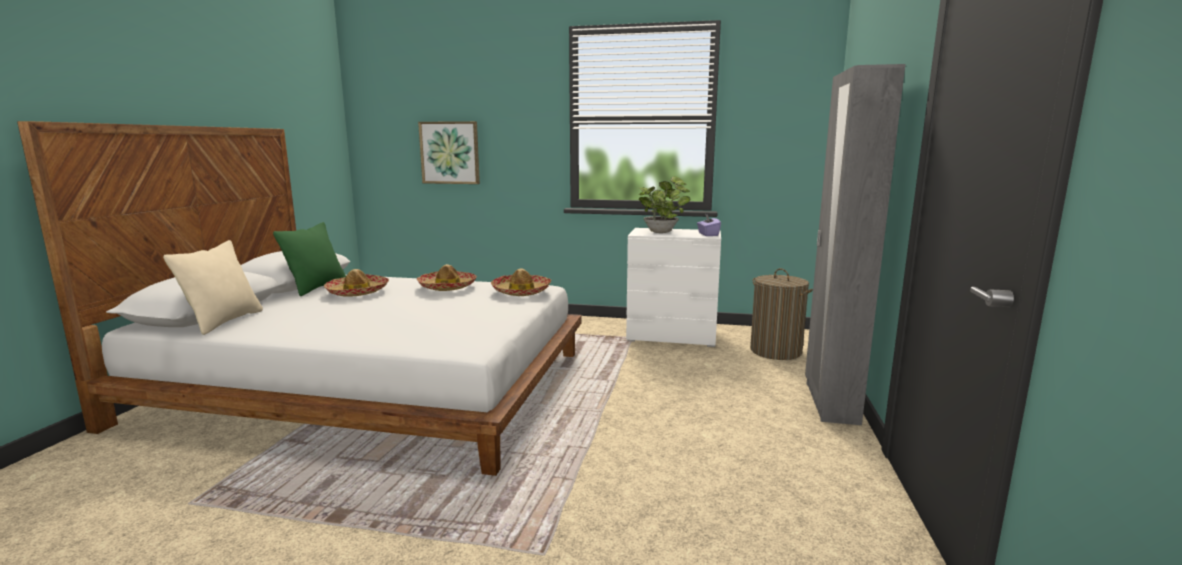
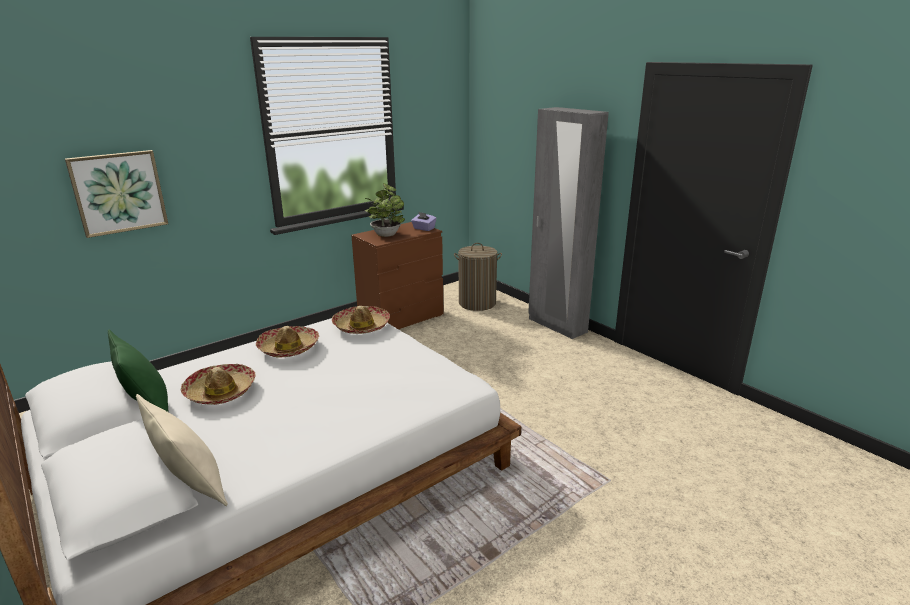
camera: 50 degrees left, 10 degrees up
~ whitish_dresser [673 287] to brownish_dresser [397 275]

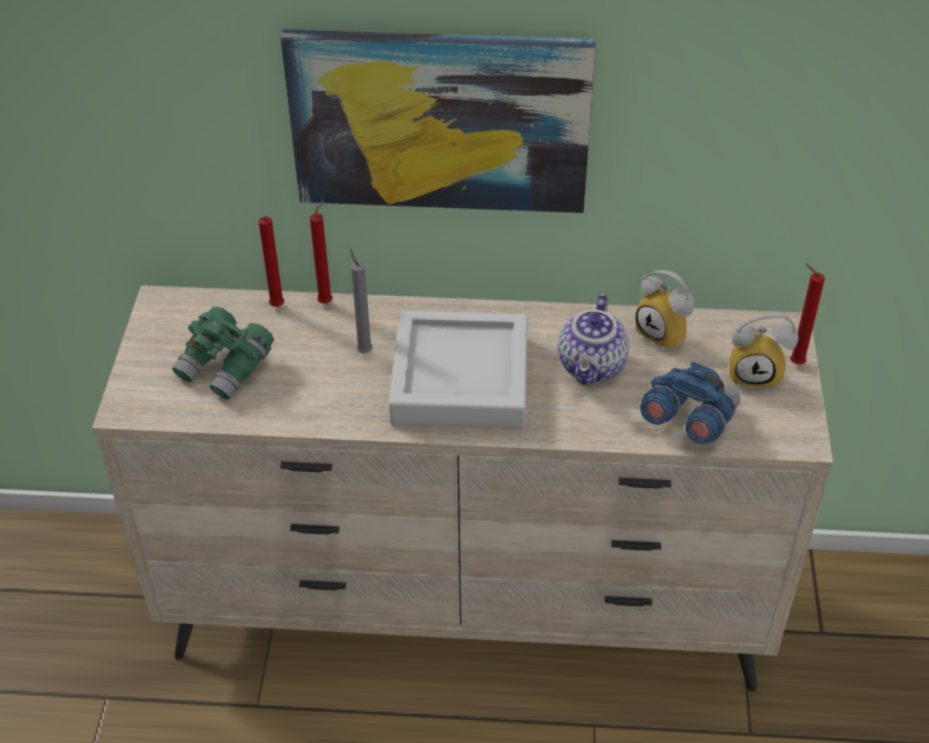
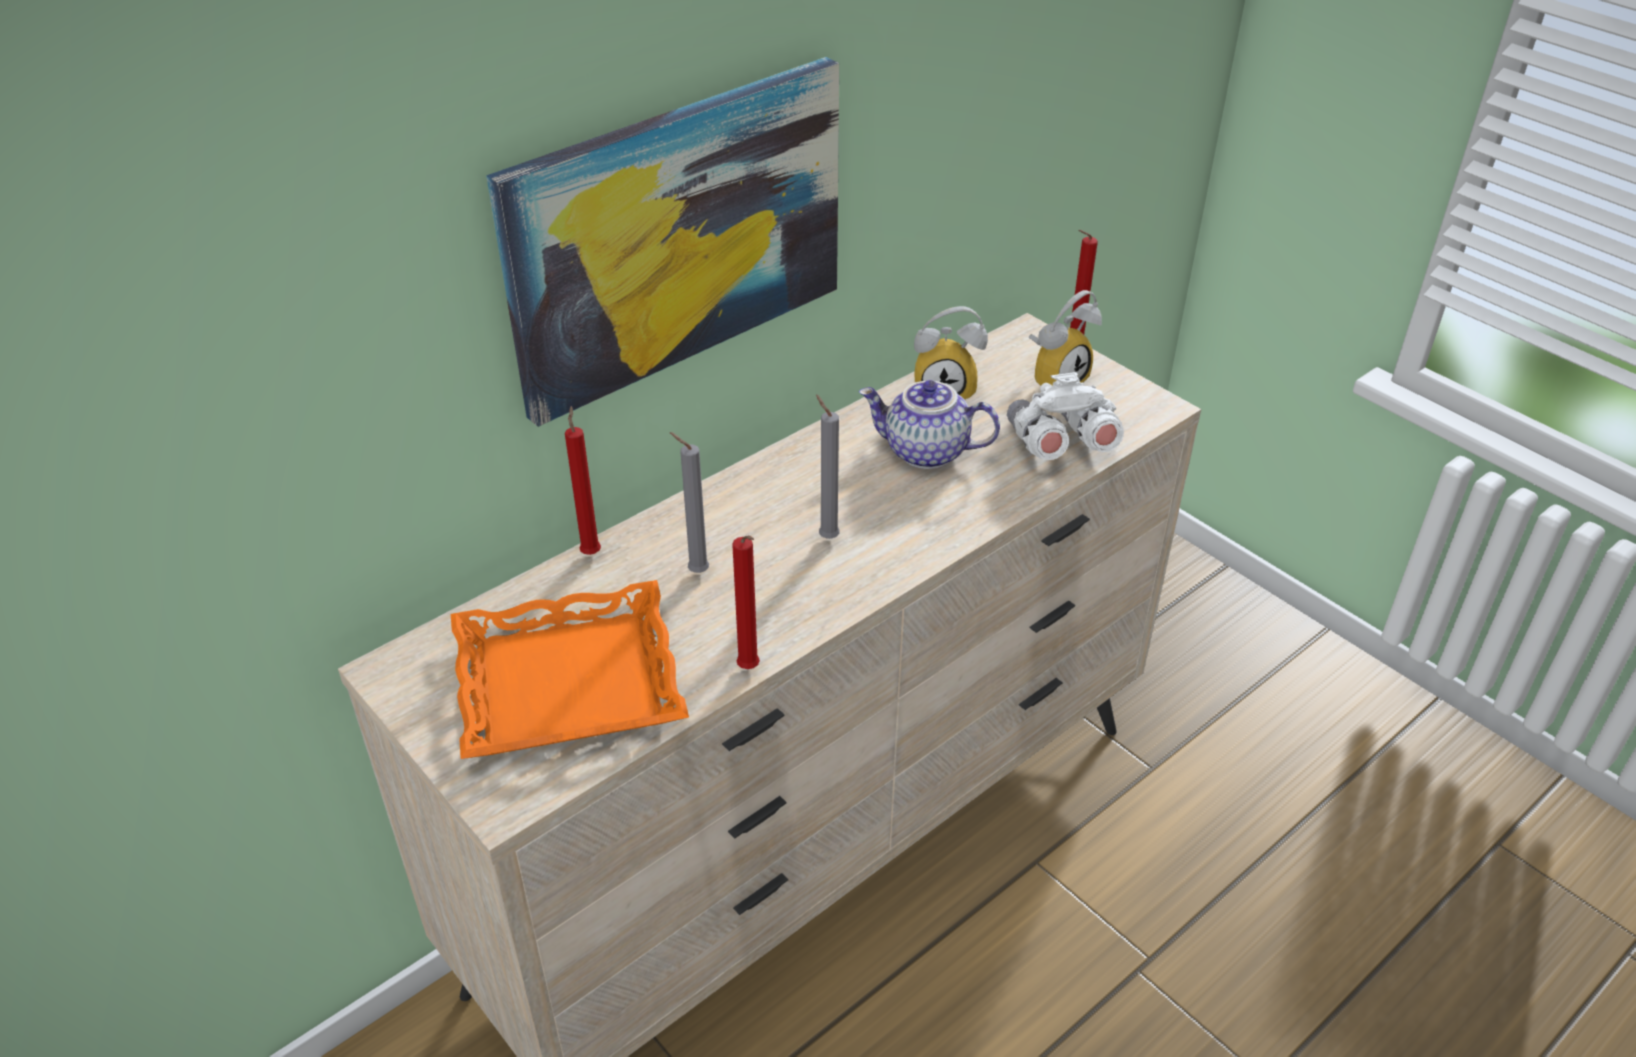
camera: 45 degrees left, 5 degrees down
~ red-coloured_candle [271 261] to [746 602]
~ greenish_pair_of_binoculars [223 353] to orangey_carrying_tray [570 669]
~ gray_carrying_tray [458 369] to gray_candle [828 466]
~ bluish_pair_of_binoculars [690 402] to whitish_pair_of_binoculars [1065 416]
~ tea_pot [593 339] = [929 424] 135 degrees clockwise

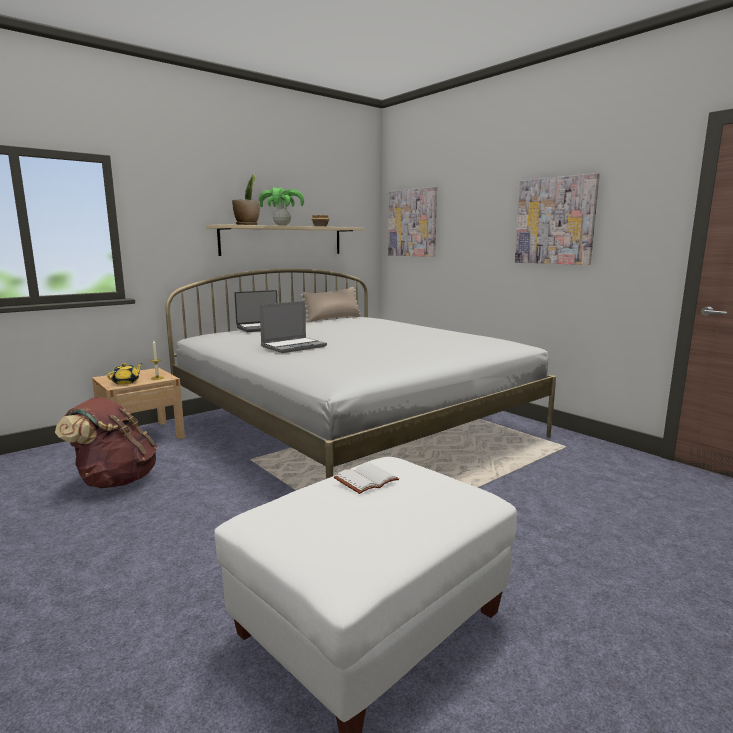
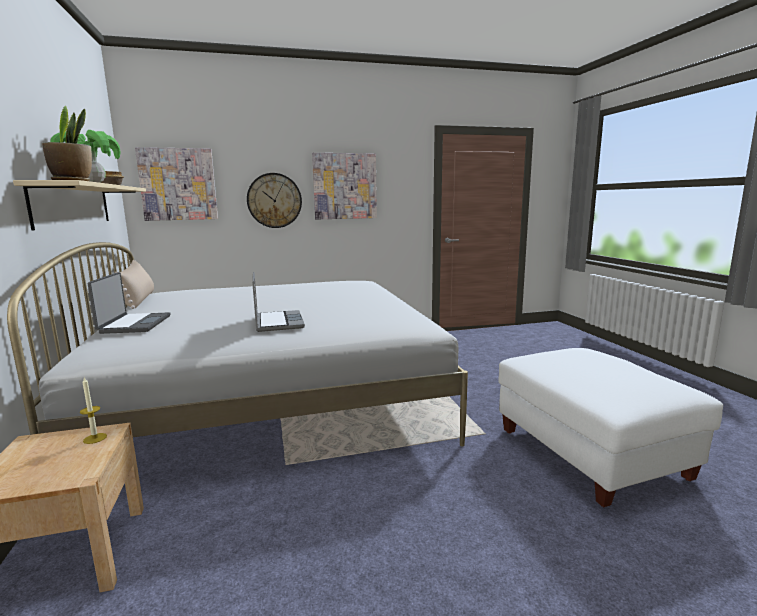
camera: 65 degrees left, 0 degrees up
- brownish_rucksack [106 442]
- yellow-coloured_tea_pot [125 374]
- whitish_volume [366 478]
+ wall_clock [274 200]

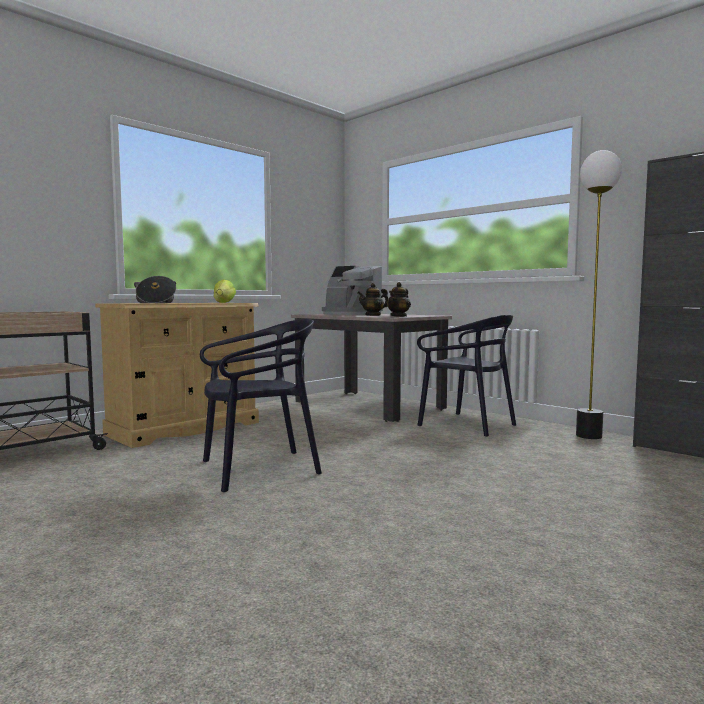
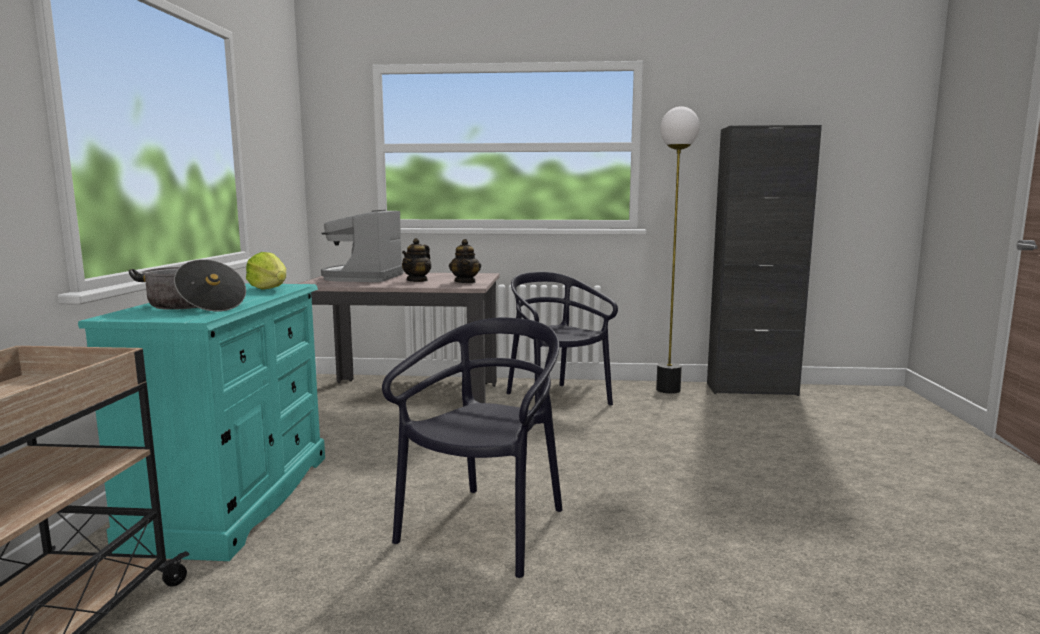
camera: 40 degrees left, 5 degrees up
~ beige-coloured_dresser [177 375] to turquoise_dresser [201 422]
~ coffee_machine [352 290] = [362 246] 105 degrees clockwise
~ black_upright_chair [466 376] = [562 340] 120 degrees counterclockwise

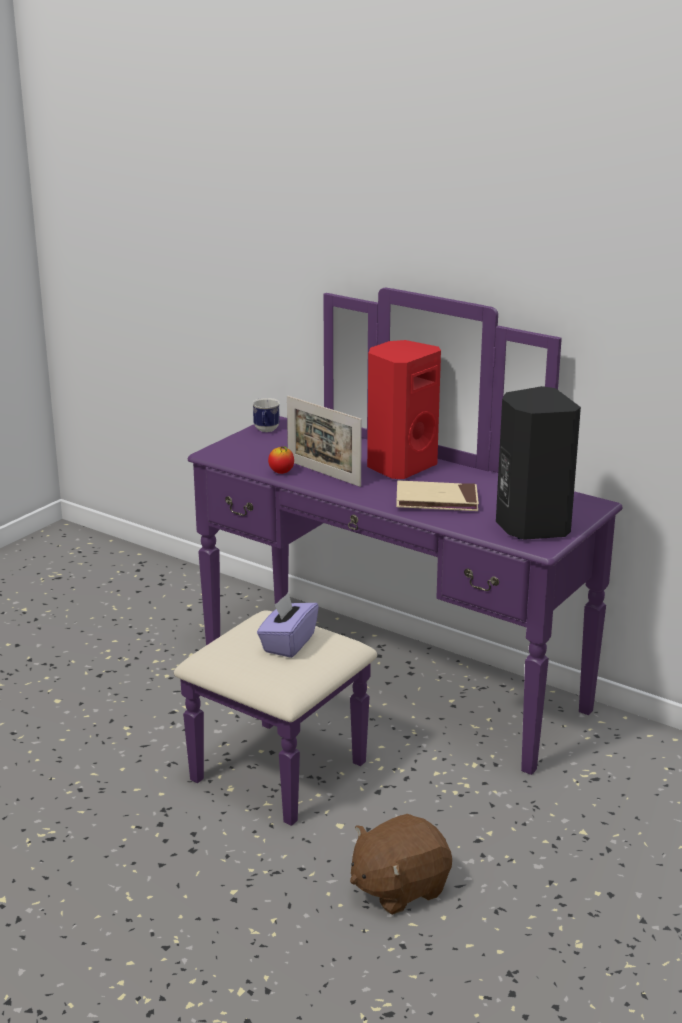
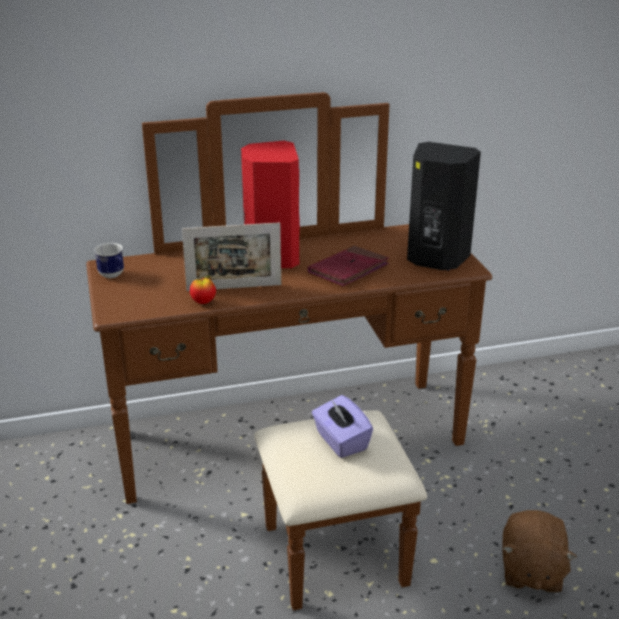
camera: 50 degrees left, 5 degrees up
~ purple-coloured_dresser [398 556] to brownish_dresser [289 351]
~ beige-coloured_volume [437 495] to red-coloured_volume [348 266]

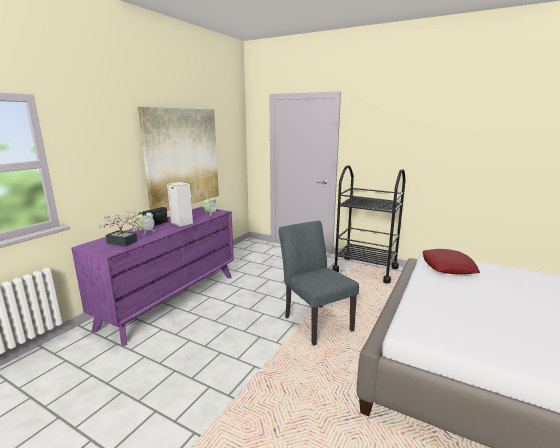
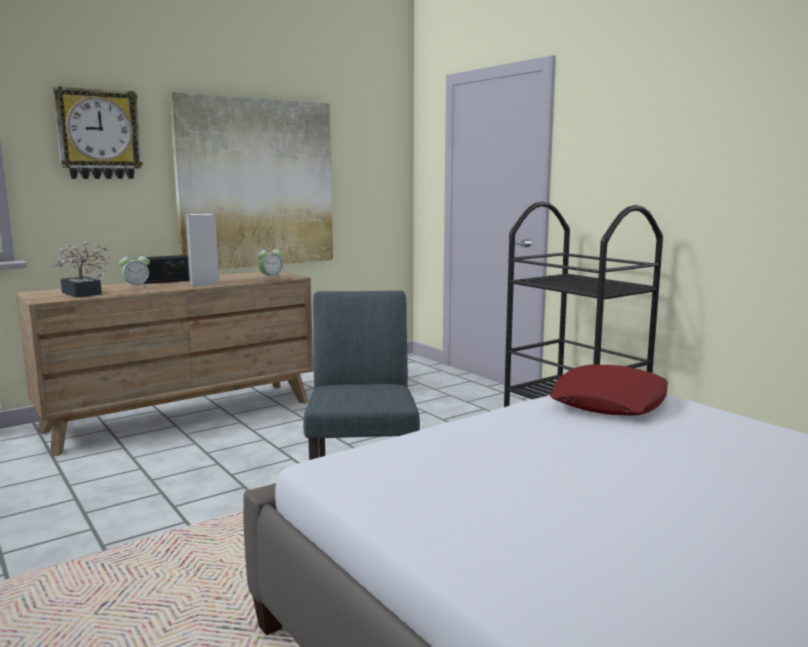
camera: 25 degrees right, 5 degrees down
+ wall_clock [98 132]
~ purple-coloured_dresser [152 276] to brownish_dresser [164 363]

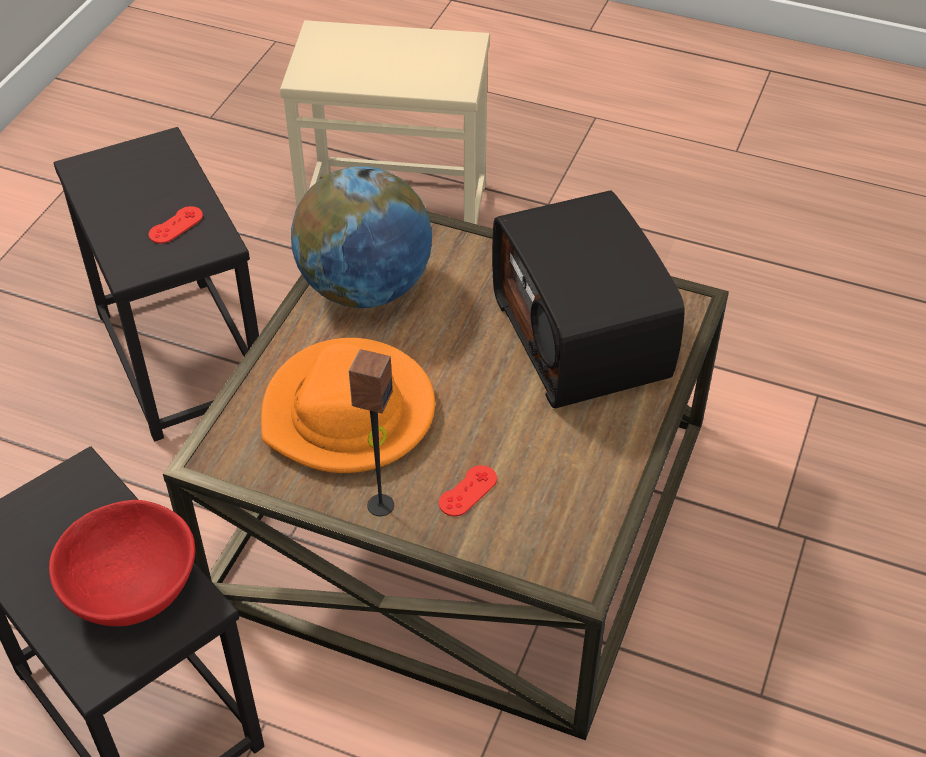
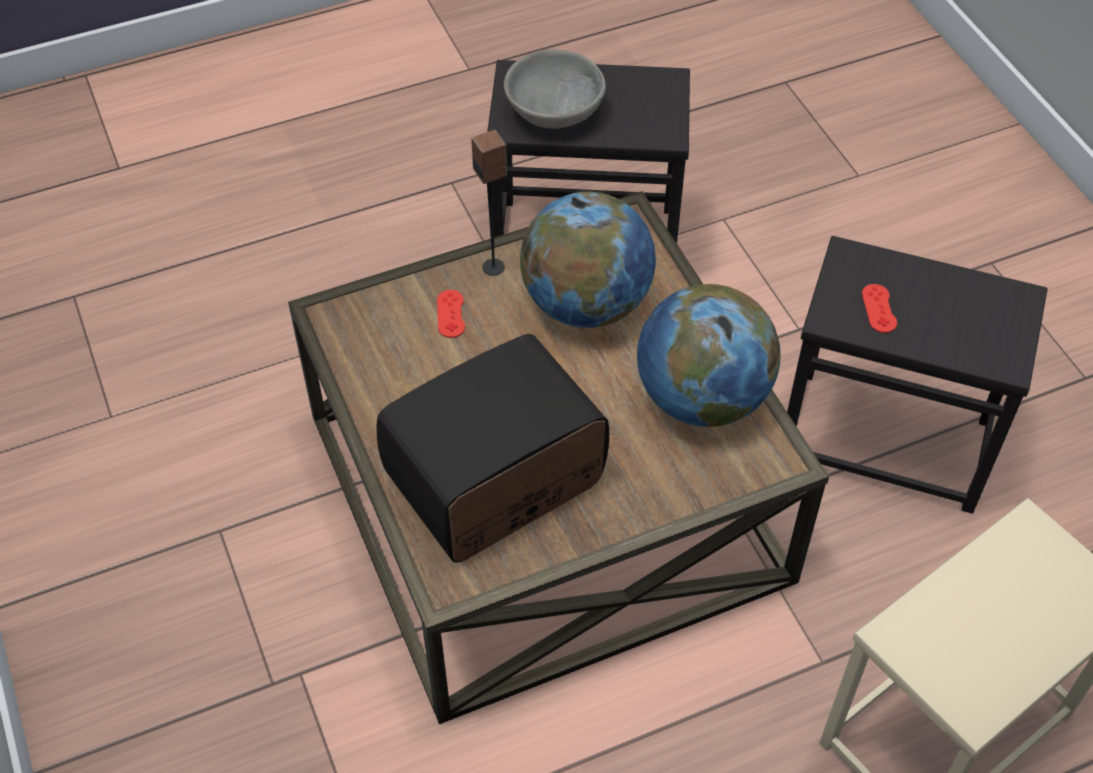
camera: 135 degrees right, 5 degrees up
~ orangey_hat [348 405] to world_globe [588 260]
~ red-coloured_deep_dish [122 563] to gray_deep_dish [555 89]
~ radio [588 299] = [492 448] 60 degrees counterclockwise

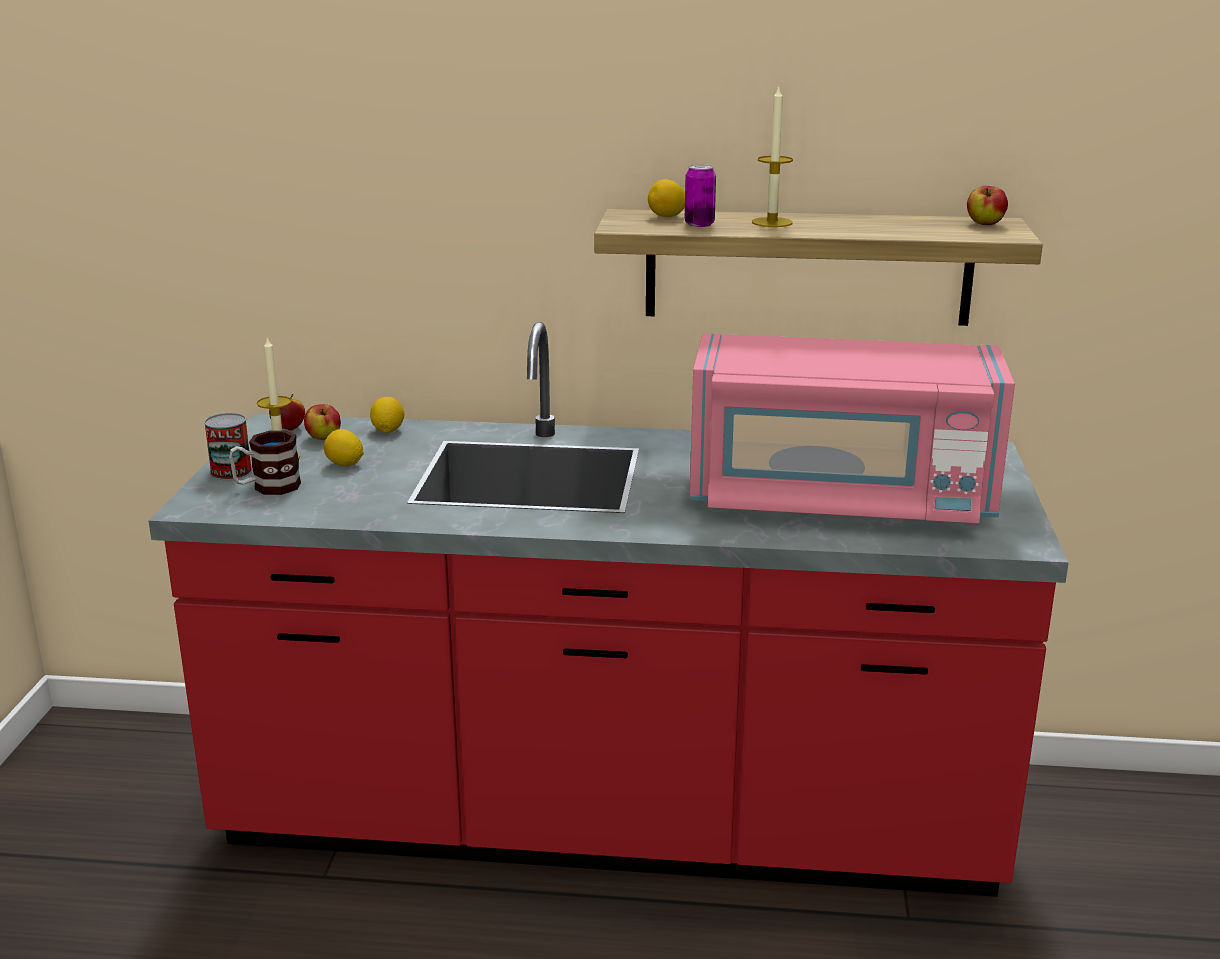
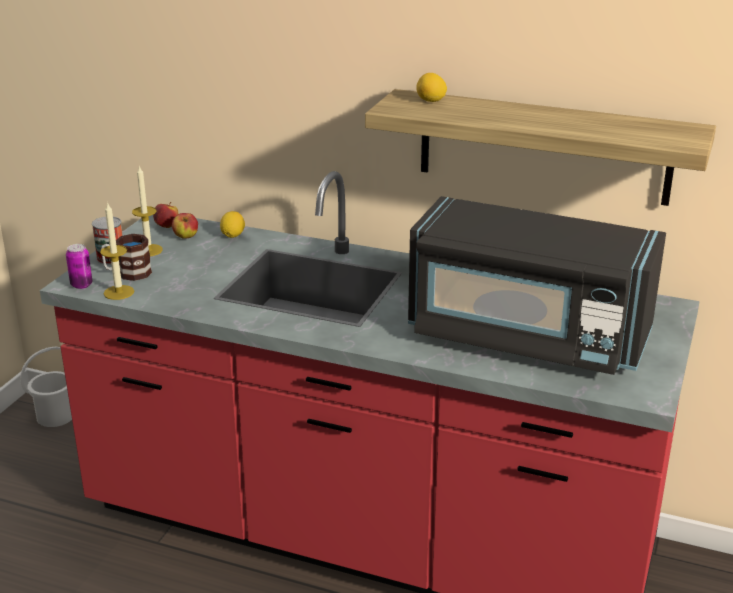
camera: 15 degrees right, 5 degrees up
- lemon [344 447]
- apple_fruit [987 205]
+ whitish_bucket [46 387]
~ sealed_can [700 195] to [79 266]
~ candle [772 156] to [117 251]
~ pinkish_microwave_oven [852 428] to black_microwave_oven [537 285]

